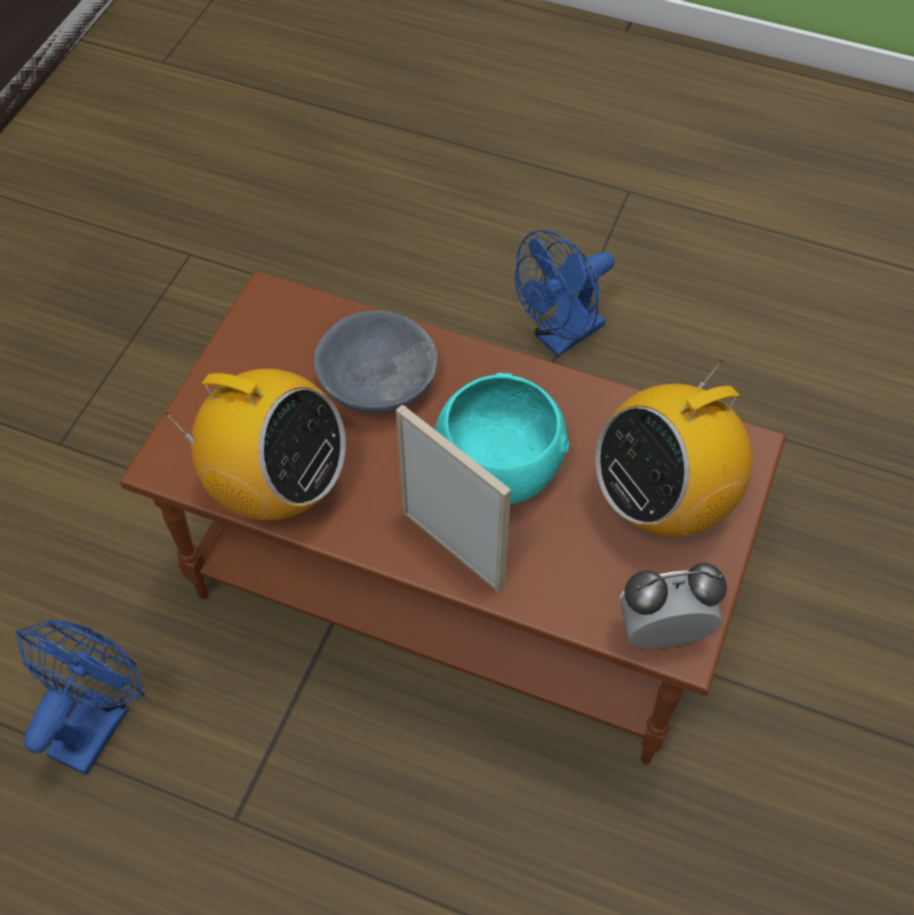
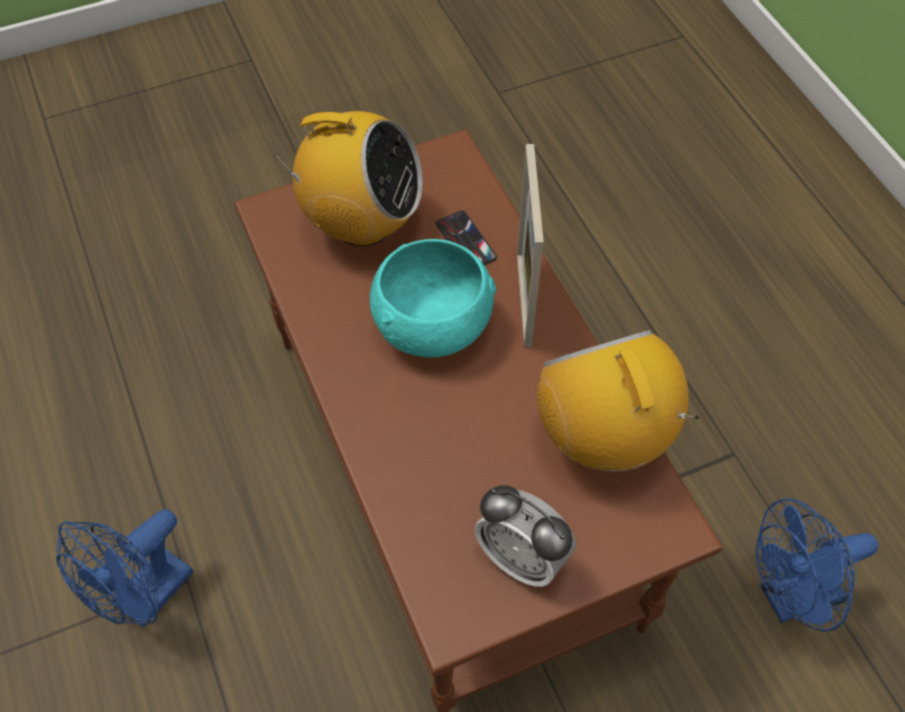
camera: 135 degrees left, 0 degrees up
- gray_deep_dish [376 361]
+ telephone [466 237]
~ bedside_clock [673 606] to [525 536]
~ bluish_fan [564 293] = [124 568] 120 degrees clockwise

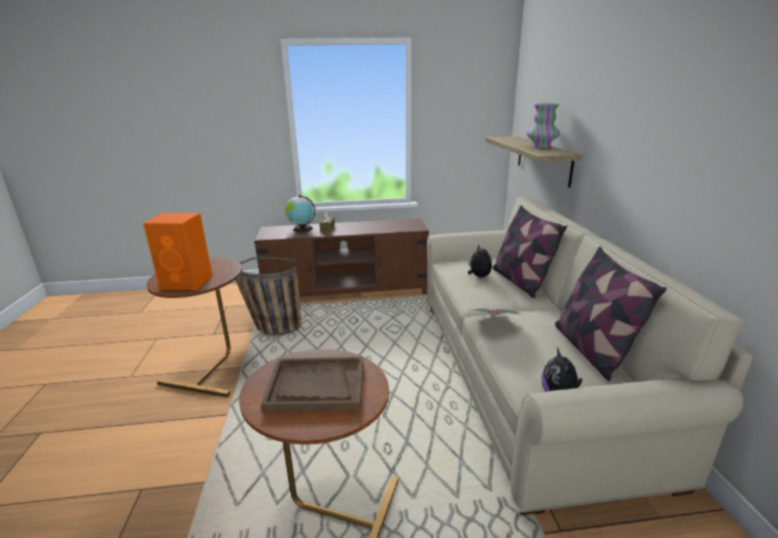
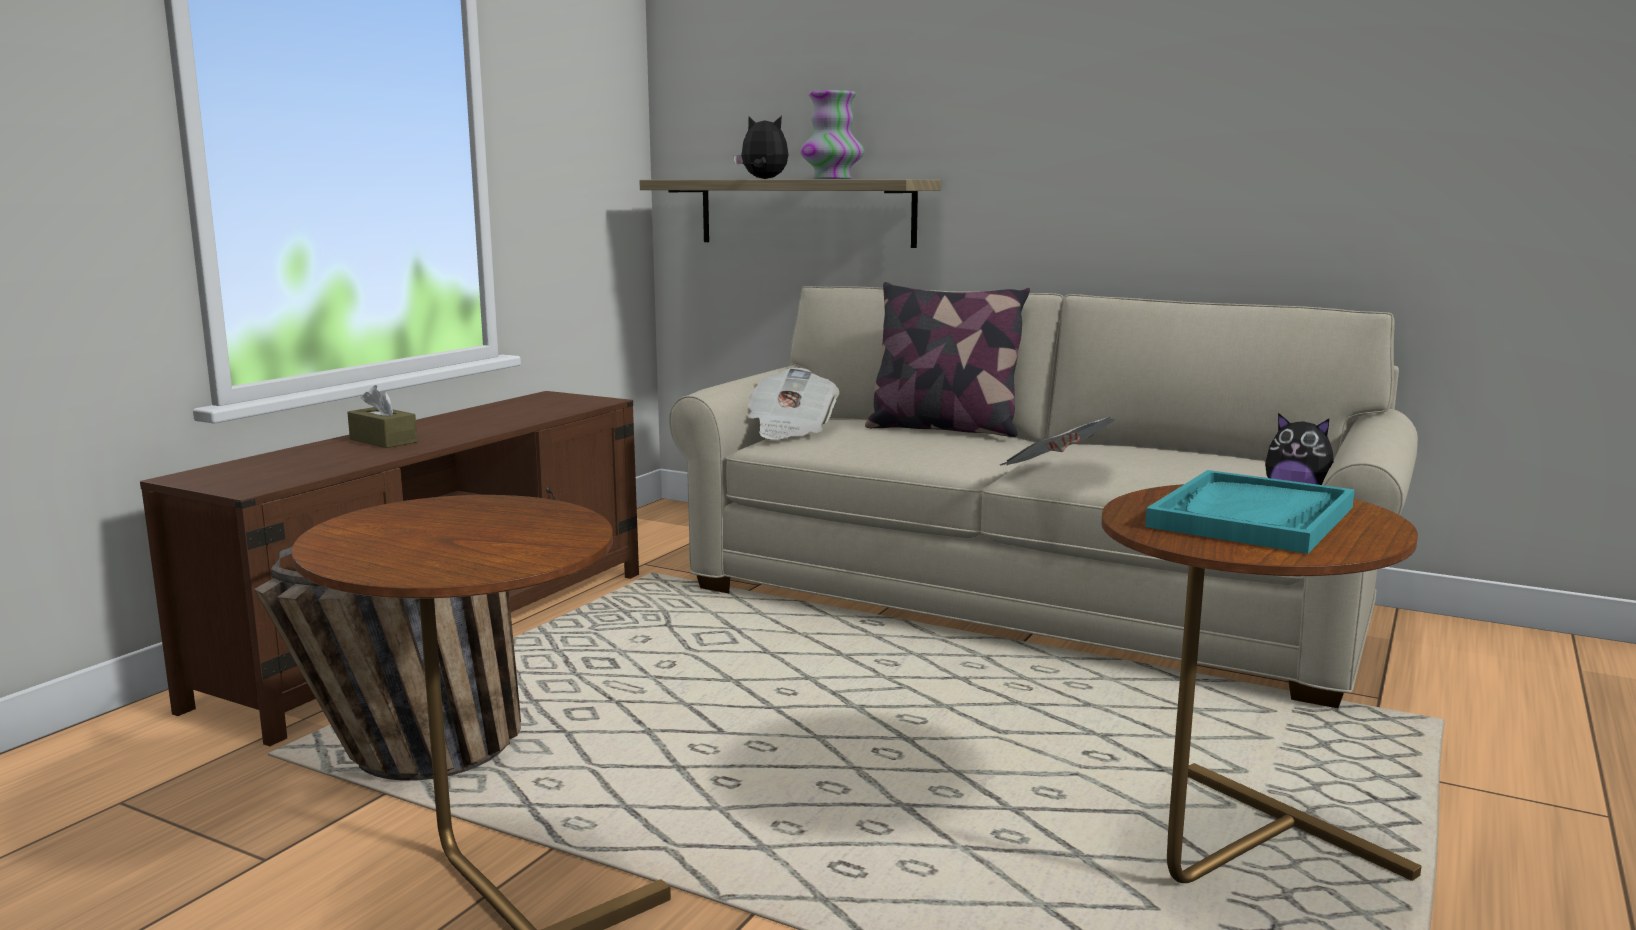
camera: 55 degrees left, 10 degrees down
- orangey_loudspeaker [178 251]
- world_globe [300 213]
- cushion [611 314]
+ newspaper [794 403]
~ soft_toy [480 261] to [761 147]
~ brownish_carrying_tray [312 385] to turquoise_carrying_tray [1250 512]

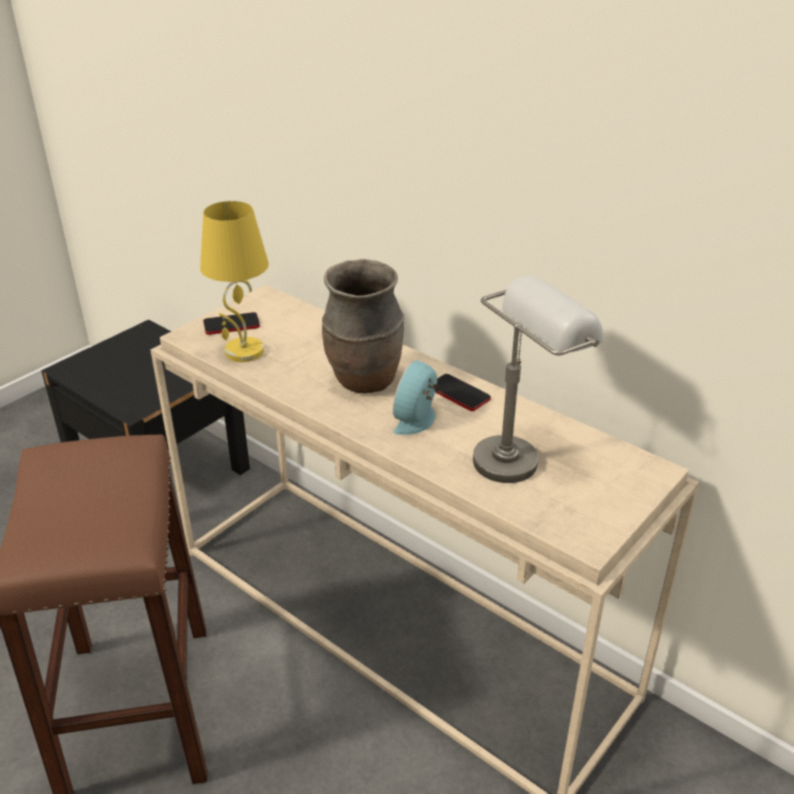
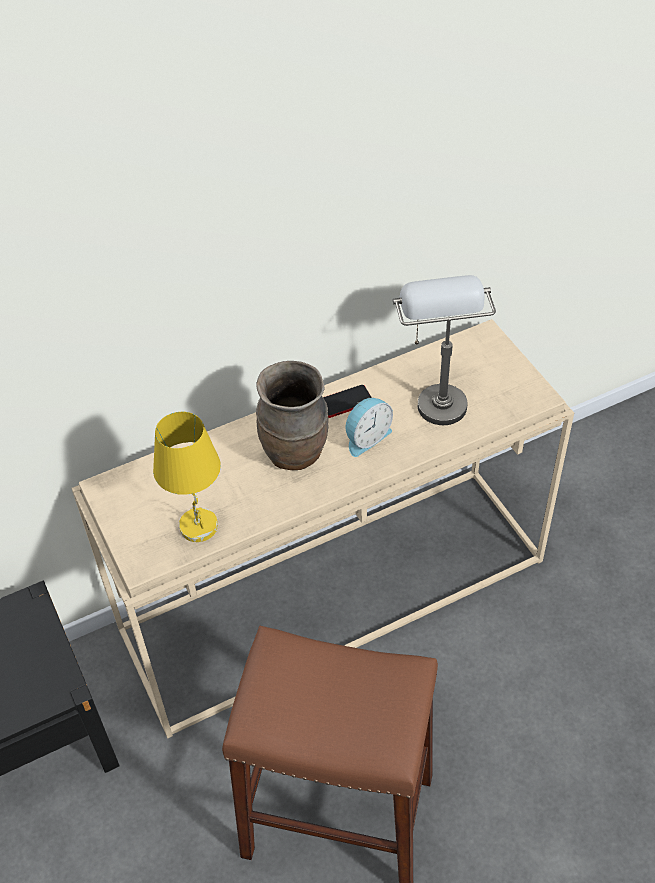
camera: 65 degrees left, 15 degrees up
- telephone [231 323]
~ bedside_clock [416 397] = [369 427] 90 degrees counterclockwise

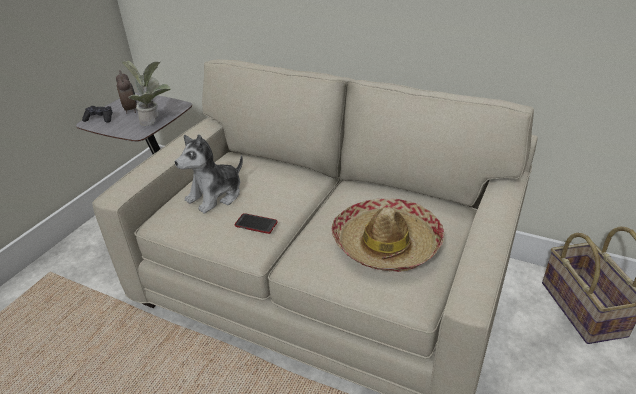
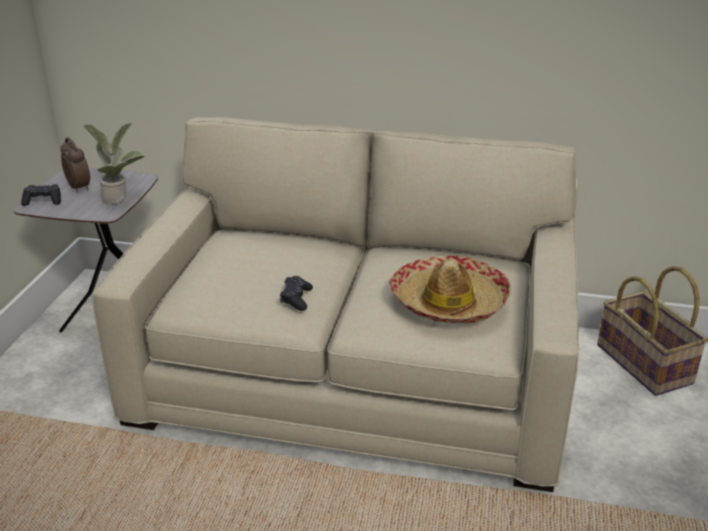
camera: 15 degrees left, 5 degrees down
- soft_toy [209 173]
~ telephone [256 223] to black_game_controller [296 293]

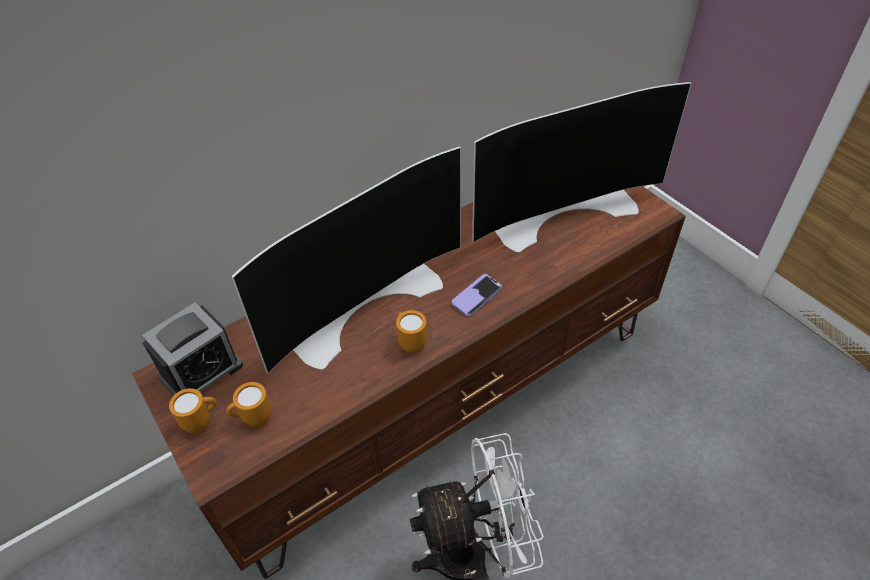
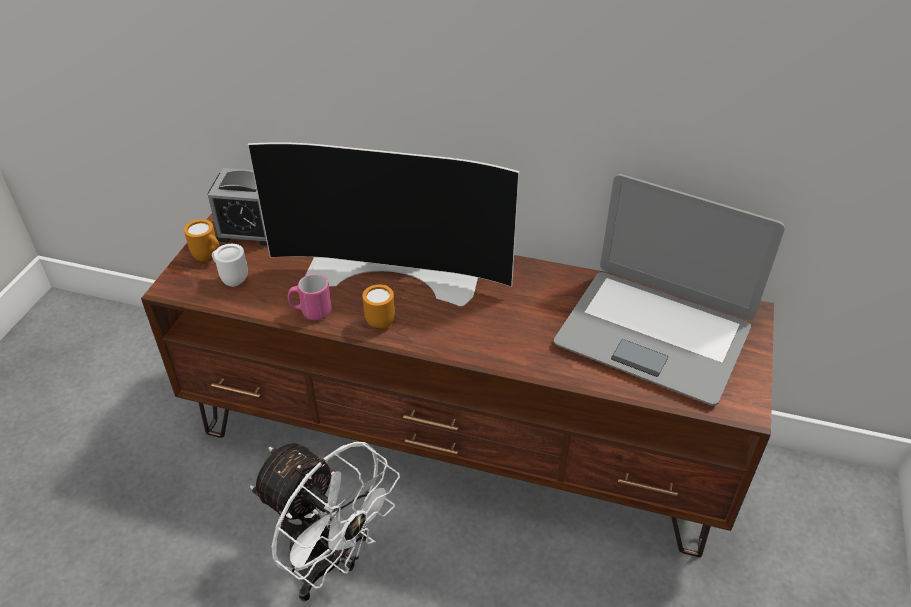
camera: 50 degrees right, 5 degrees down
- telephone [477 295]
+ pinkish_tea_mug [310 297]
~ TV_set [582 167] to notebook_computer [669 289]
~ orangey_tea_mug [248 404] to whitish_tea_mug [230 265]

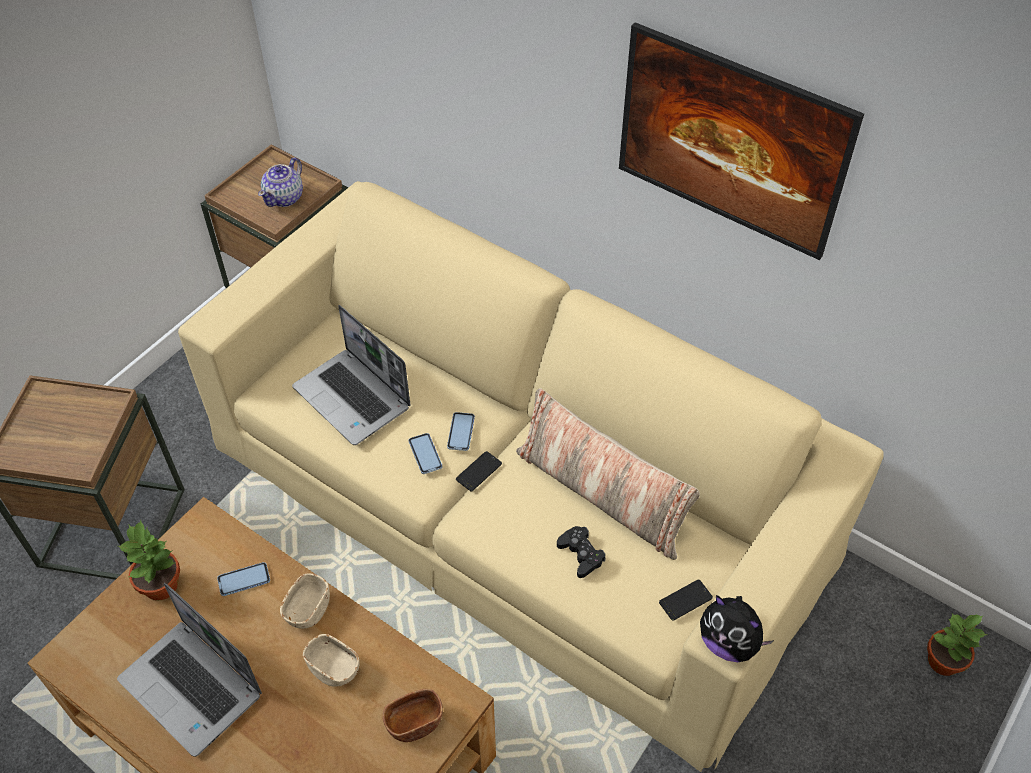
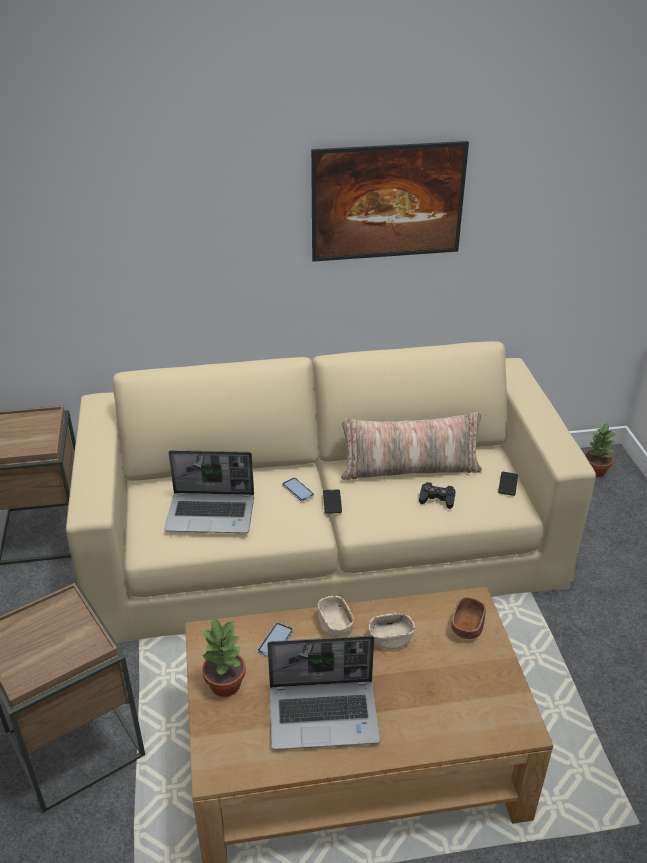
camera: 45 degrees left, 15 degrees down
- tea_pot [280 182]
- telephone [425 453]
- soft_toy [737 628]

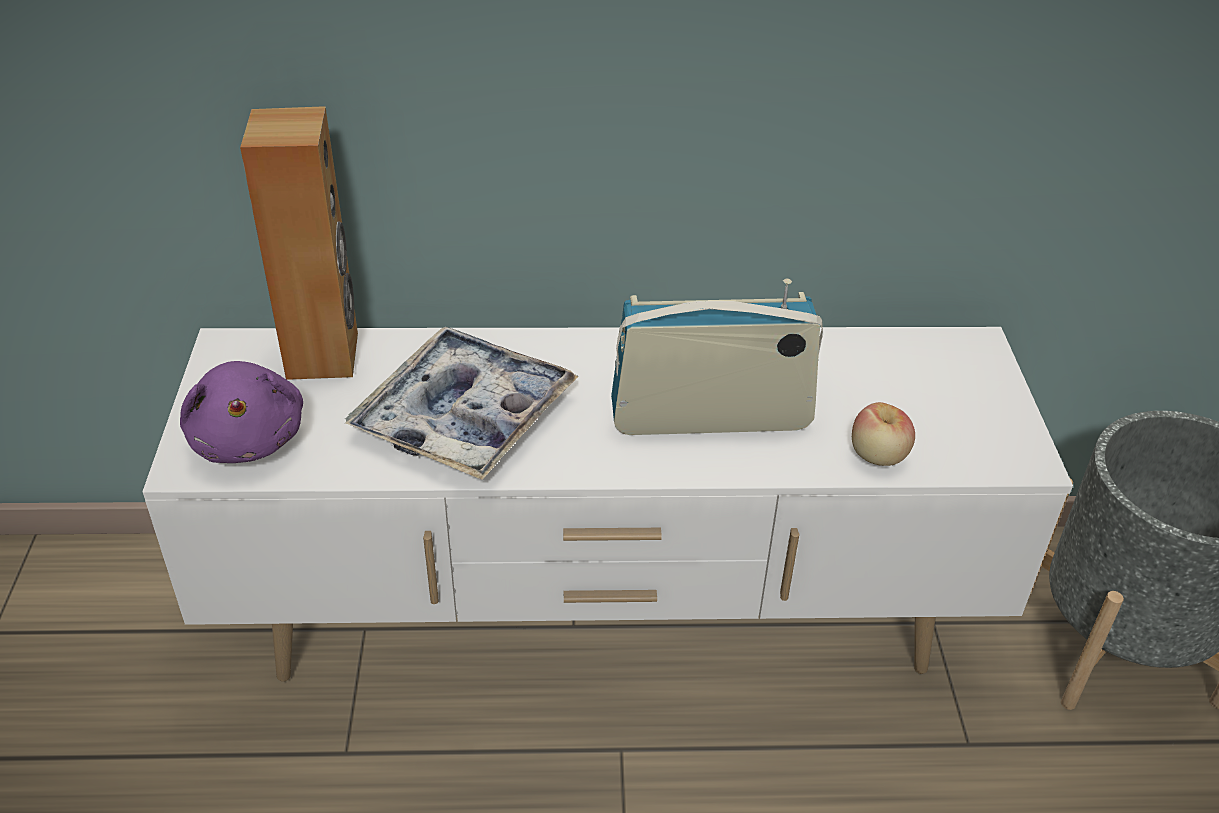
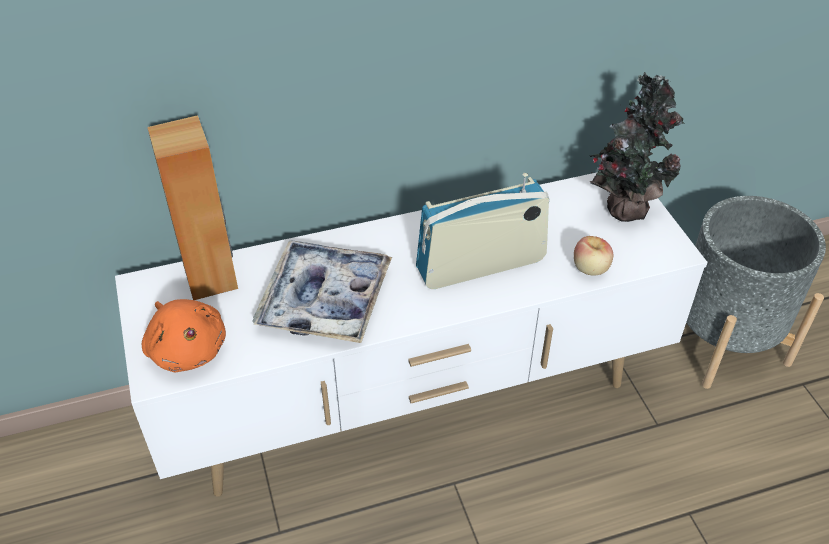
camera: 15 degrees left, 5 degrees up
+ plant_in_a_pot [637 147]
~ purple-coloured_soft_toy [241 412] to orangey_soft_toy [184 335]

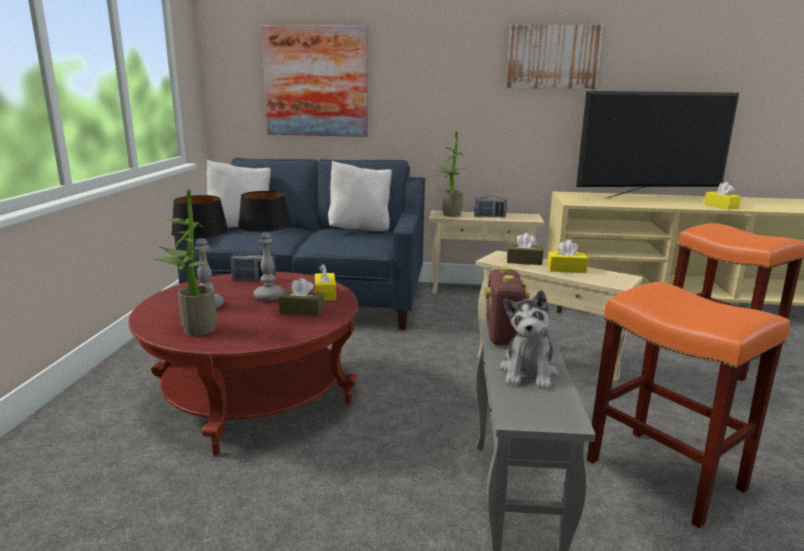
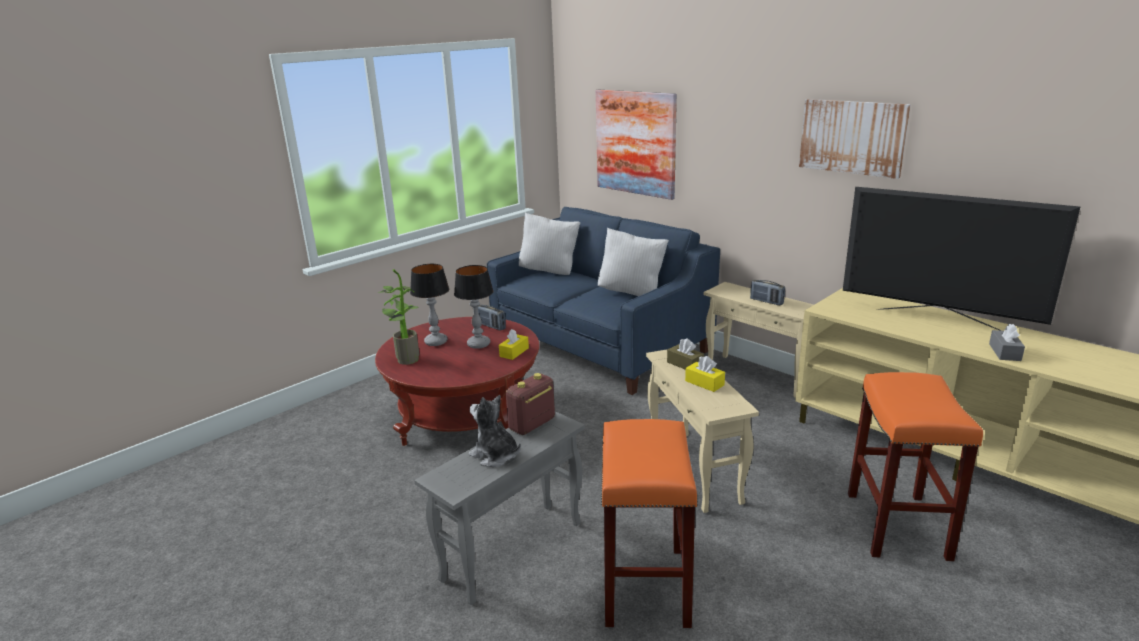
camera: 40 degrees right, 5 degrees up
- brownish_tissue_holder [302 297]
- plant_in_a_pot [449 174]
~ yellow-coloured_tissue_holder [722 196] to gray_tissue_holder [1007 342]
~ soft_toy [529 339] = [495 431] 75 degrees clockwise

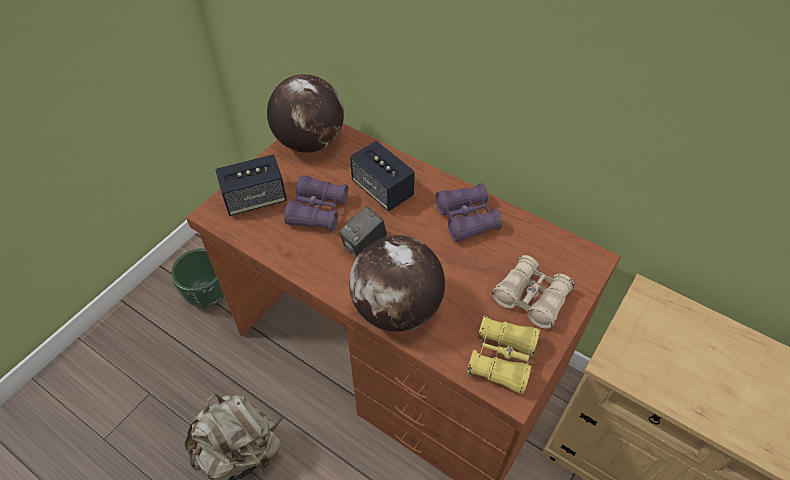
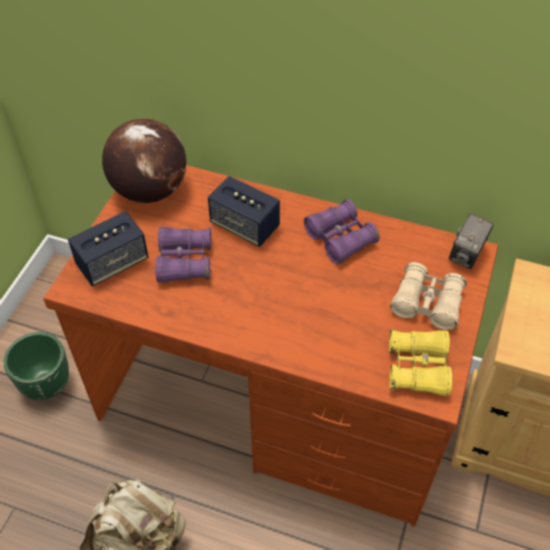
camera: 15 degrees left, 0 degrees up
- world_globe [397 283]
~ photo_camera [363 232] to [471 241]

